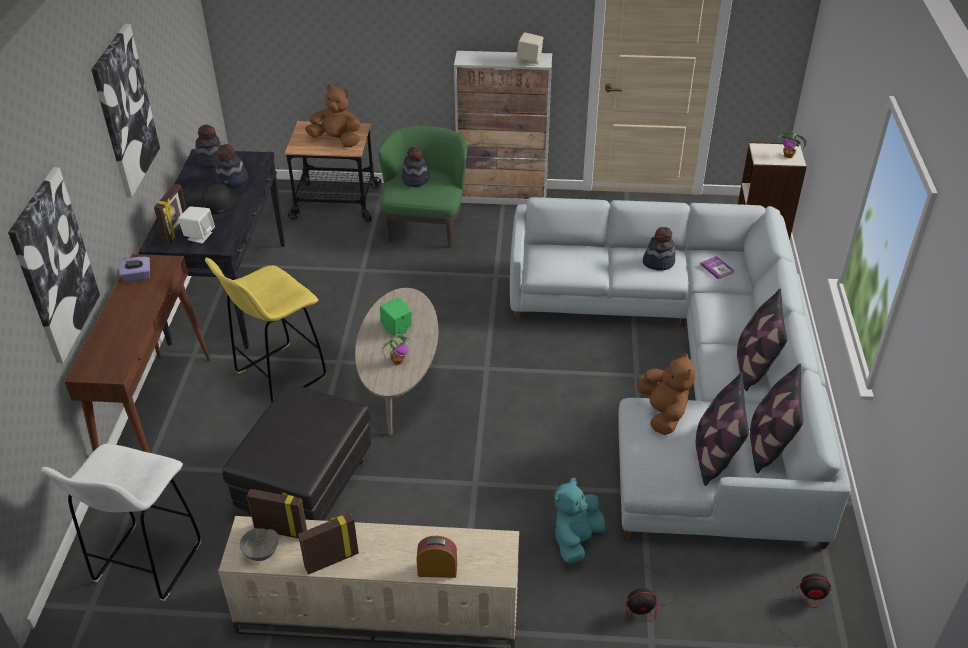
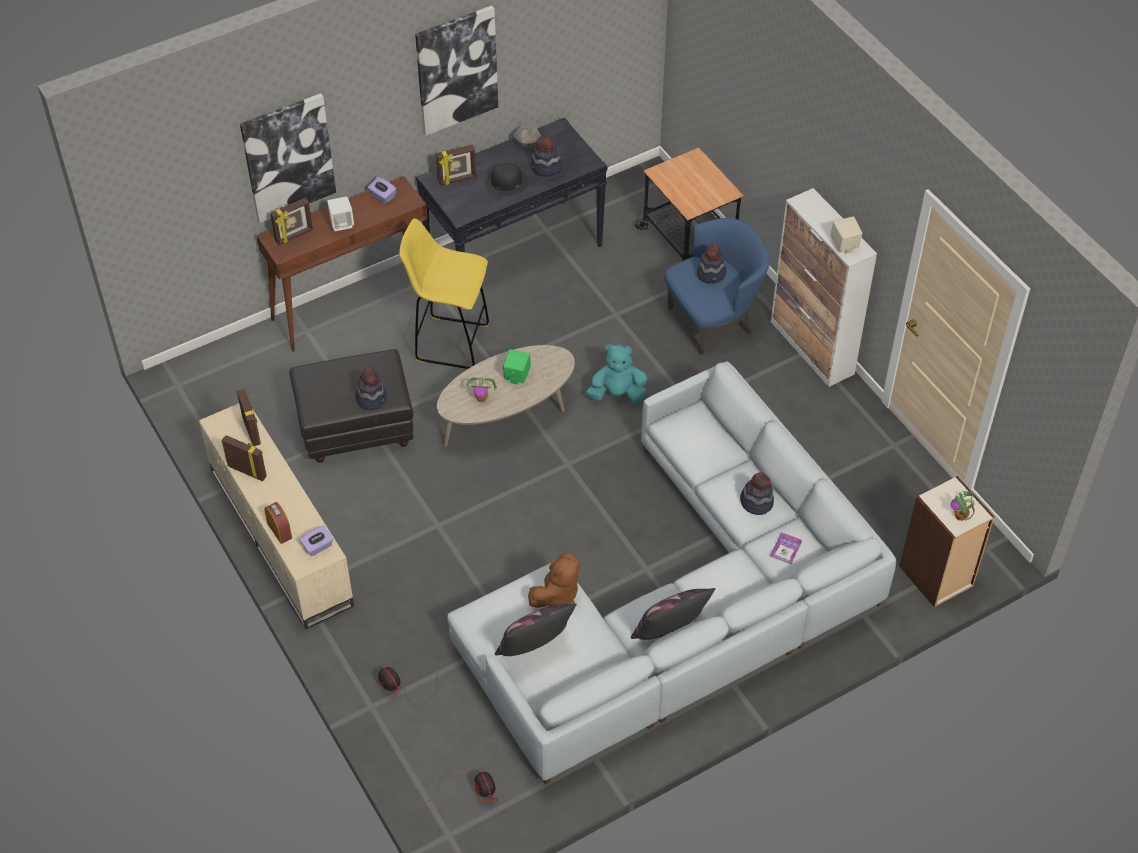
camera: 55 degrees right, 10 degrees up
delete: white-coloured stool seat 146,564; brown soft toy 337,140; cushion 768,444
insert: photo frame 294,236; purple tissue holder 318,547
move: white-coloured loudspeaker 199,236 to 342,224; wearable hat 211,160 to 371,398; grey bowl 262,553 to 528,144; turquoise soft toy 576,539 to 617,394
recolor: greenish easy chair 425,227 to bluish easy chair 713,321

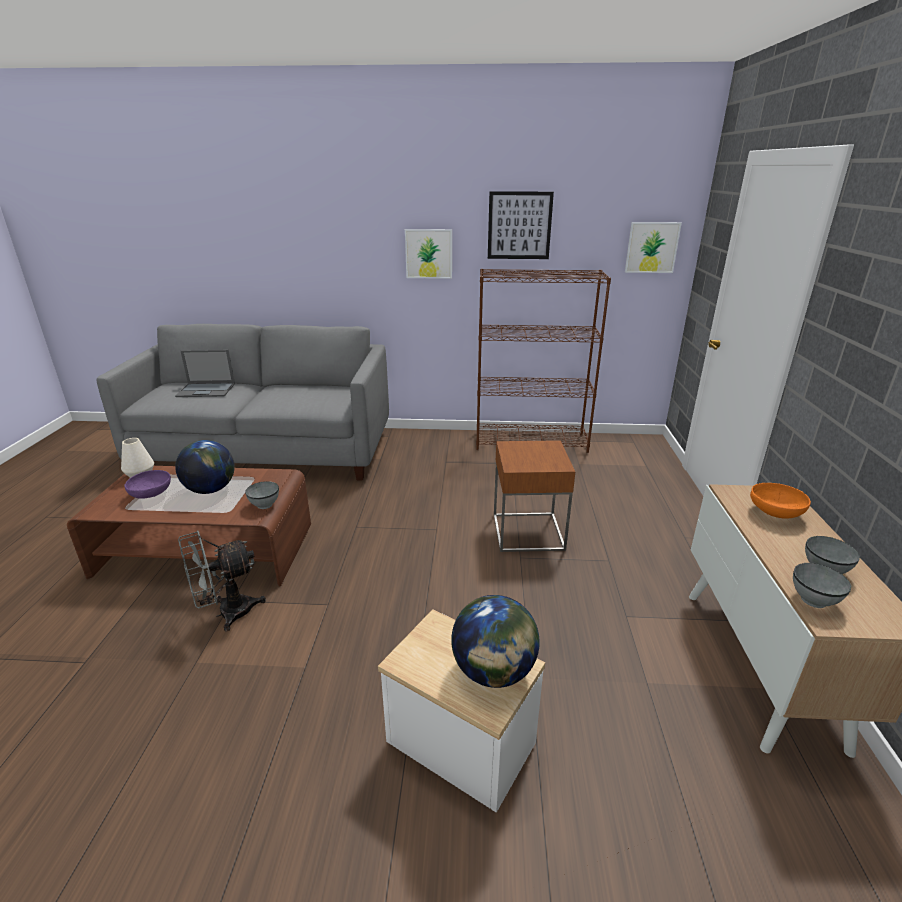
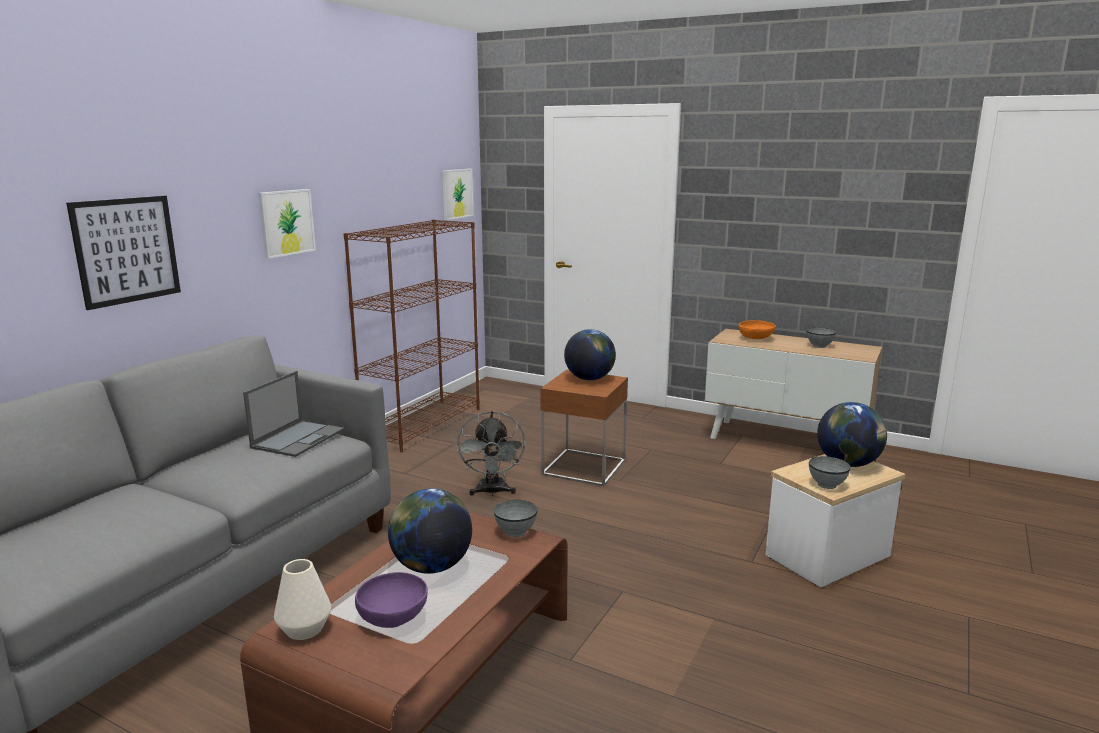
camera: 65 degrees left, 10 degrees down
insert: desk globe 589,379
move: portable computer 207,390 to 298,438; grey electric fan 226,613 to 492,492; picture 519,225 to 126,250; grey bowl 813,600 to 826,485

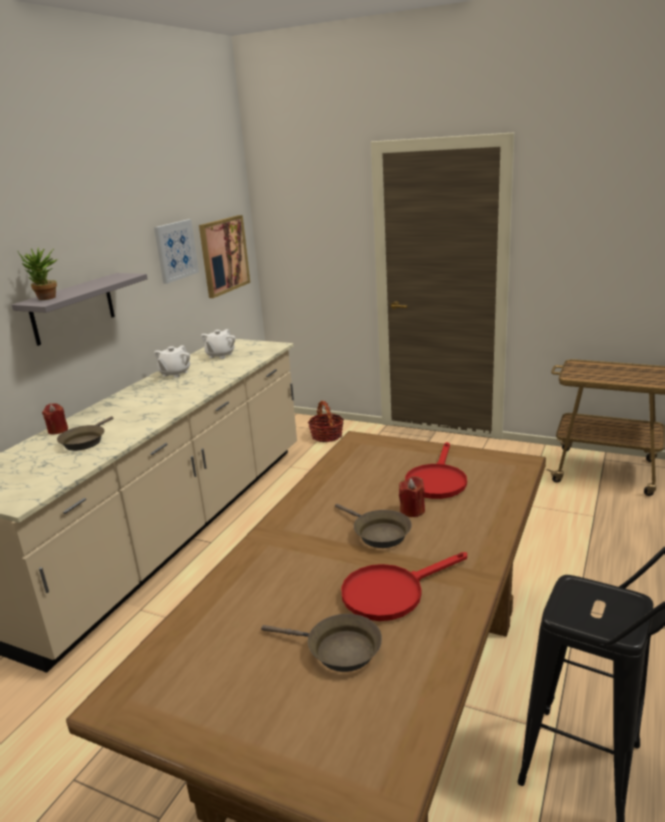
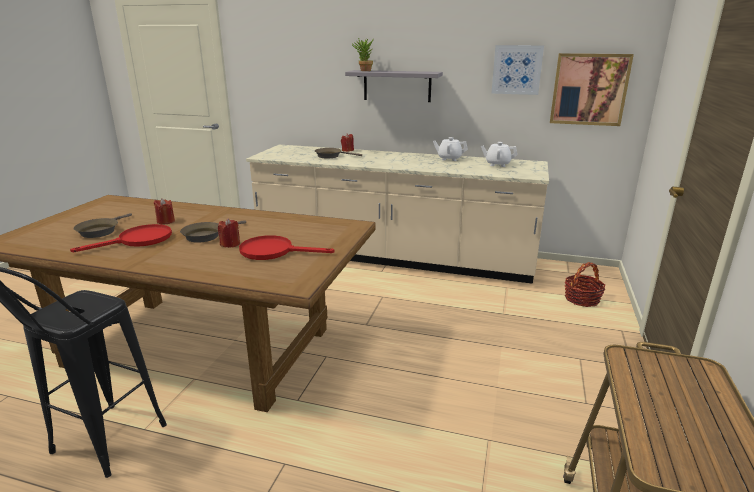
camera: 80 degrees right, 0 degrees up
insert: reddish wax light 166,221
rotate: reddish pan 391,592 = 138,240 90 degrees clockwise

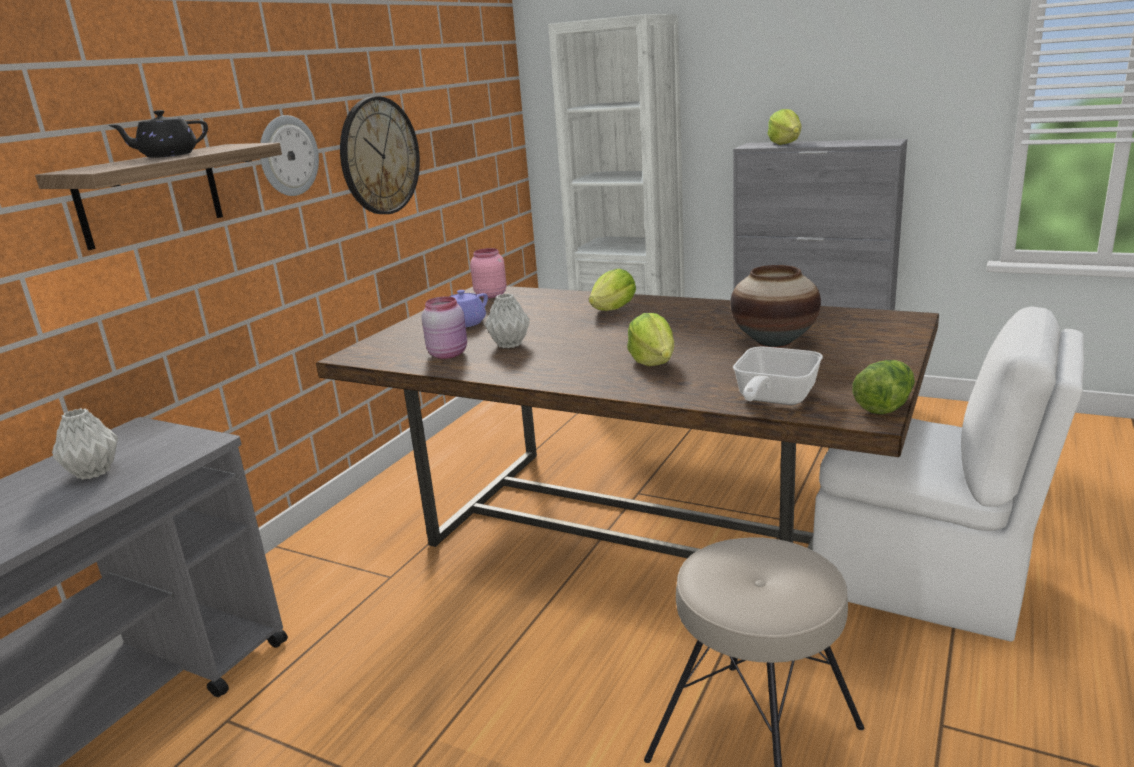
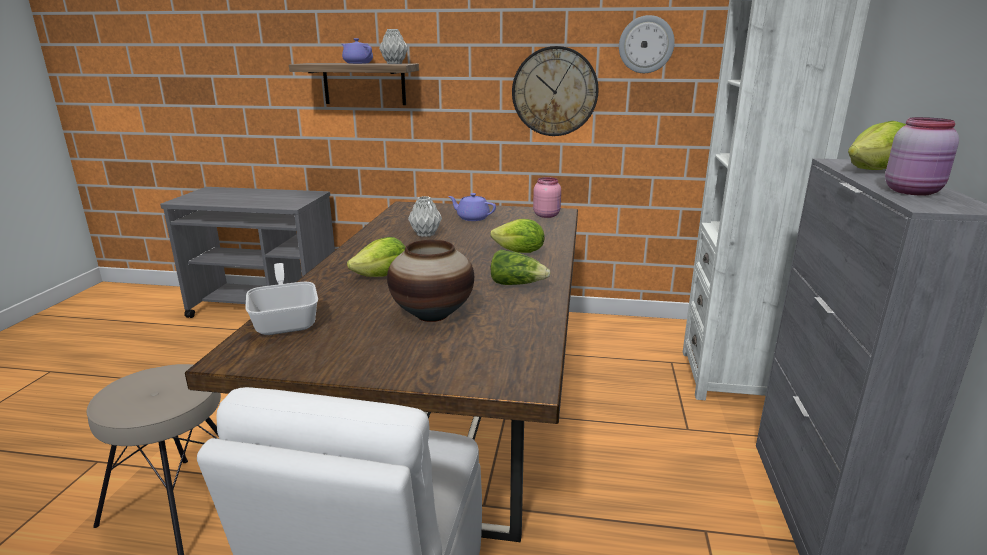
camera: 70 degrees right, 0 degrees up
move: grey flower vase 94,472 to 395,63; clock on the wall 288,156 to 646,44; pink-coloured jar 449,354 to 914,191; lettuce 884,404 to 517,284
recolor: black teapot 167,156 to purple teapot 357,63
rotate: pan 772,399 = 286,320 60 degrees clockwise

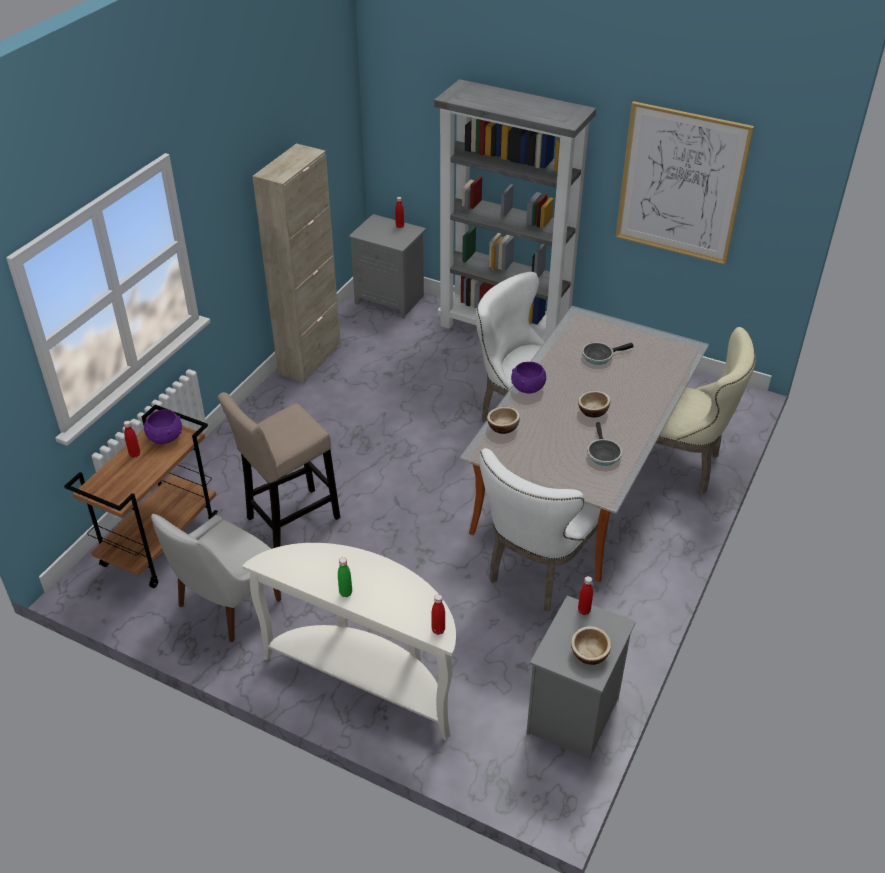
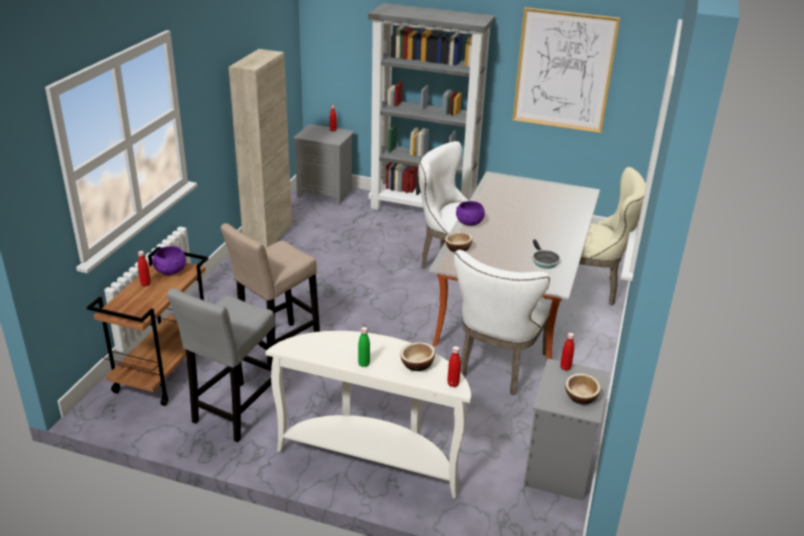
camera: 10 degrees left, 10 degrees down
delete: pan 599,356
move: bowl 593,411 to 417,364
replace: white-coloured plain chair 226,605 to grey stool seat 234,413

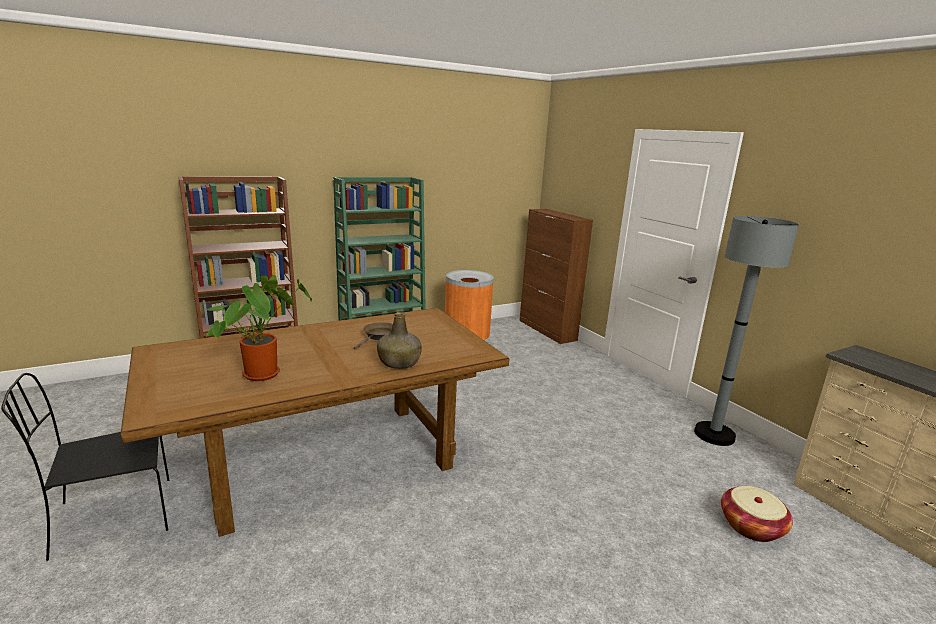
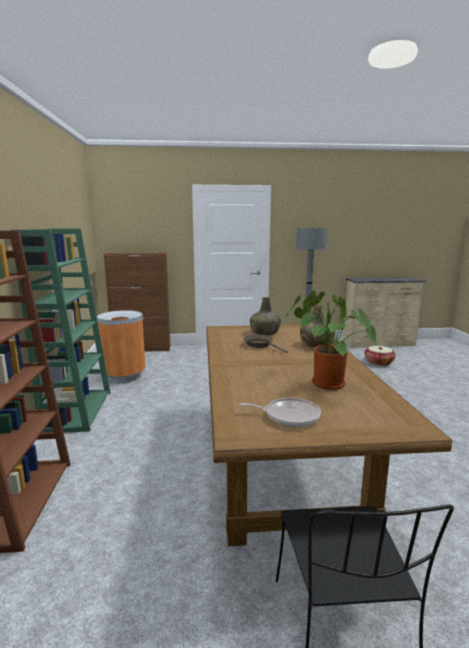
camera: 65 degrees left, 5 degrees down
insert: pan 289,416; greenish bottle 265,333

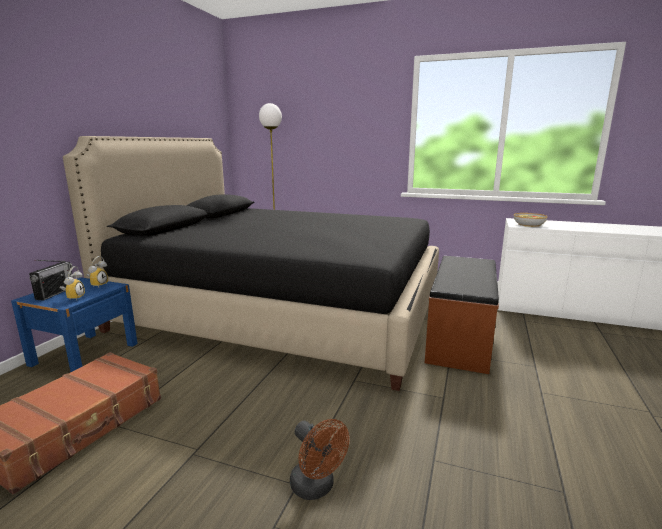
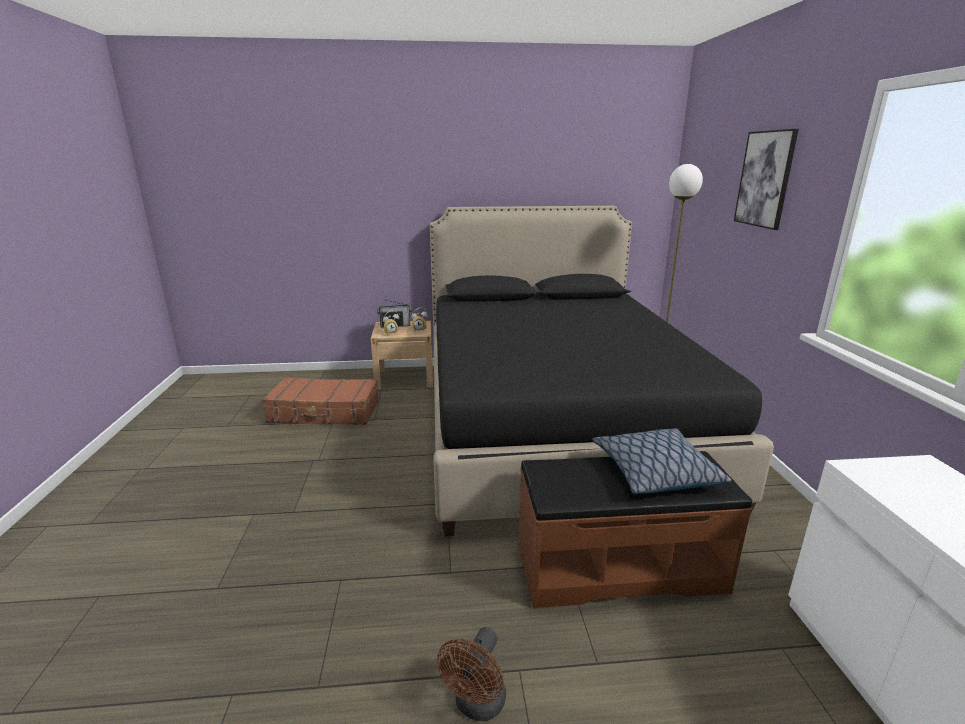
camera: 65 degrees right, 5 degrees up
delete: bowl 529,224
insert: cushion 654,472; picture 765,179
move: brown electric fan 317,488 to 477,705
recolor: bluish nightstand 85,354 to beige nightstand 405,378

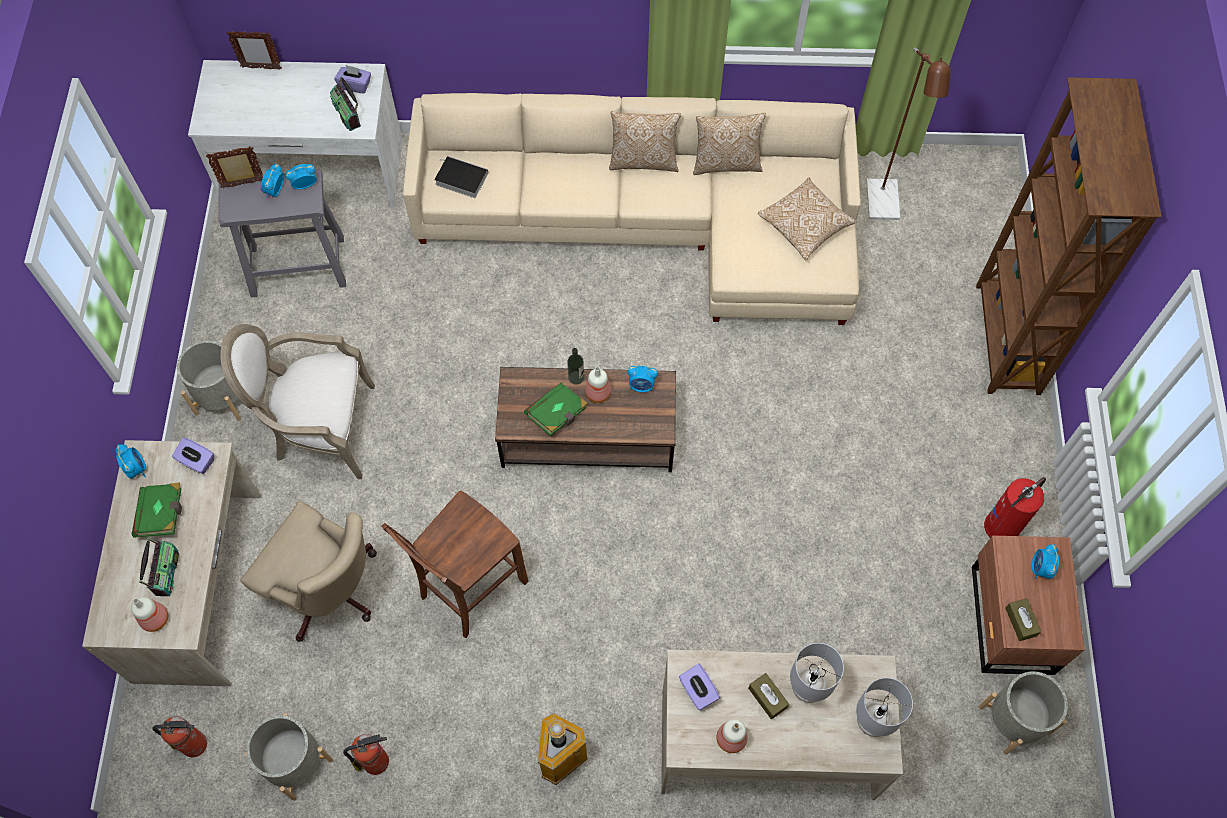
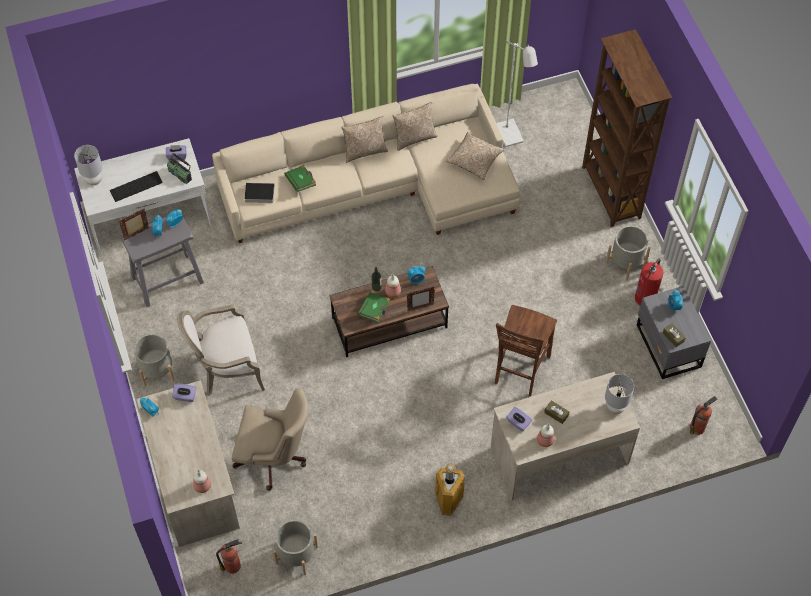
camera: 20 degrees left, 5 degrees down
delete: radio 165,572
insert: keyboard 136,185
move: greenish volume 162,514 to 301,182; photo frame 261,68 to 420,307; fire extinguisher 377,761 to 698,427; brown plain chair 470,589 to 520,370; grey lamp for a table 808,688 to 94,180; grey flower pot 1014,720 to 626,263
recolor: brown floor lamp 883,208 to white-coloured floor lamp 511,138; brown nightstand 1009,621 to grey nightstand 667,347

